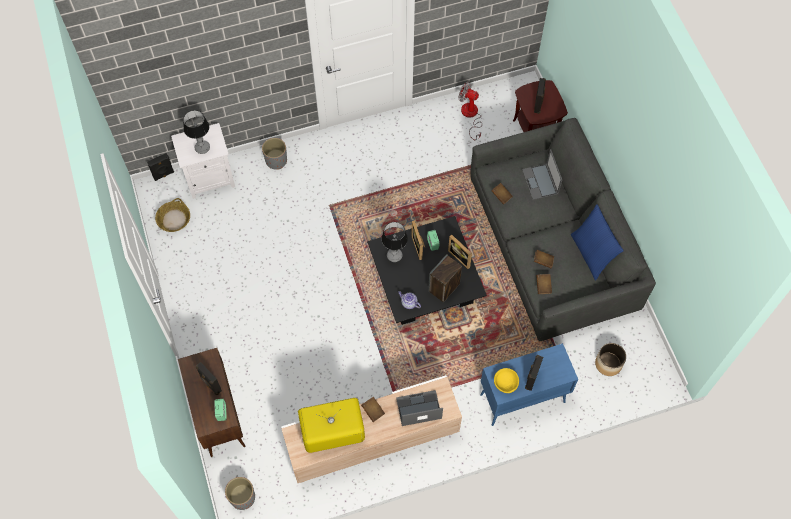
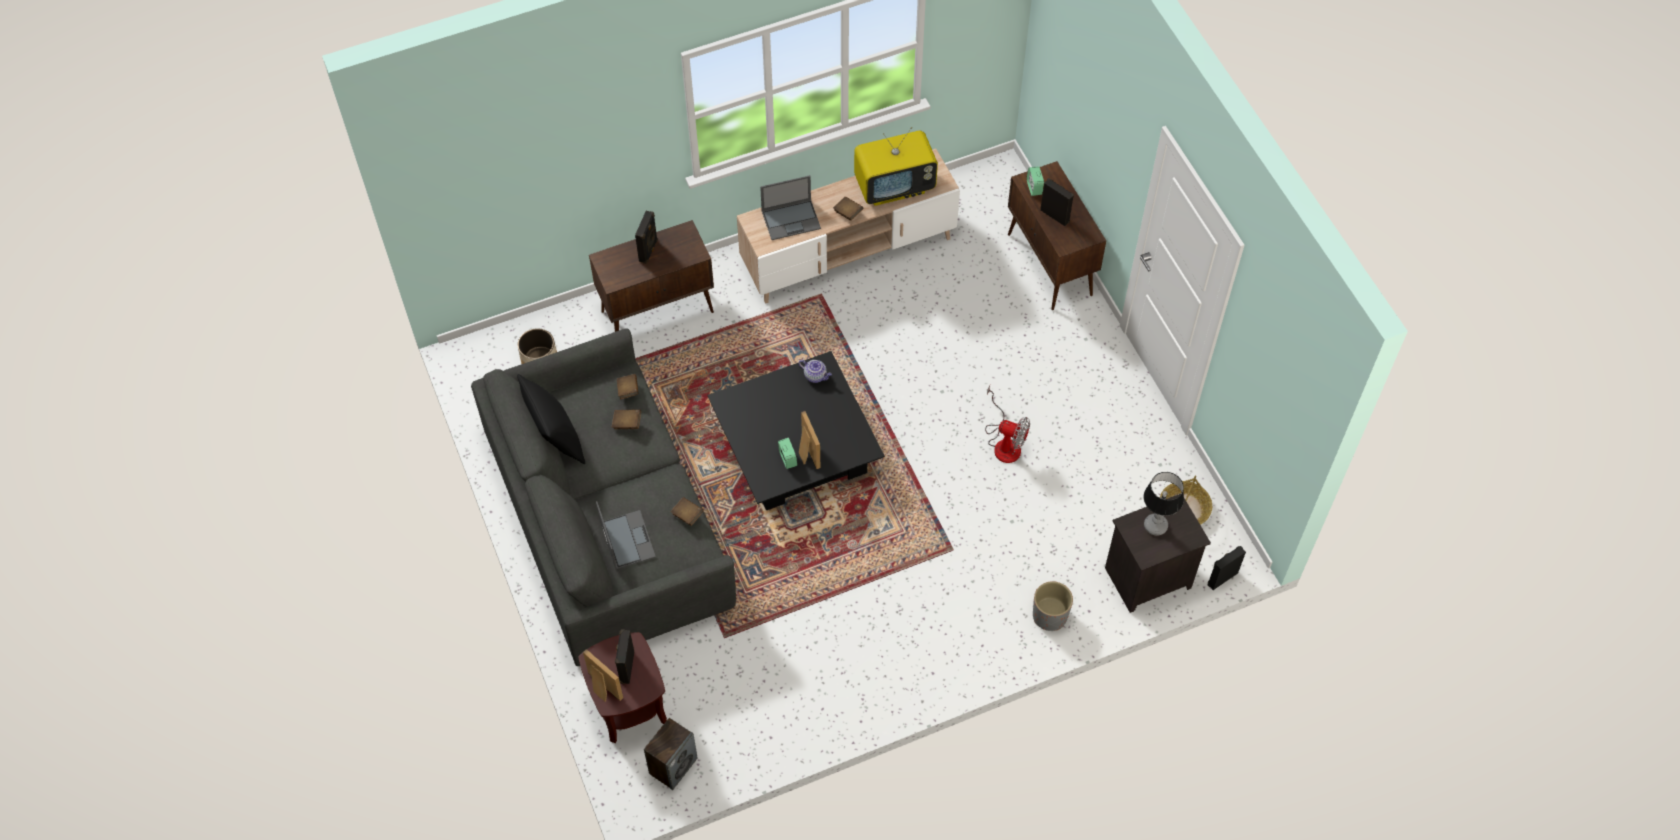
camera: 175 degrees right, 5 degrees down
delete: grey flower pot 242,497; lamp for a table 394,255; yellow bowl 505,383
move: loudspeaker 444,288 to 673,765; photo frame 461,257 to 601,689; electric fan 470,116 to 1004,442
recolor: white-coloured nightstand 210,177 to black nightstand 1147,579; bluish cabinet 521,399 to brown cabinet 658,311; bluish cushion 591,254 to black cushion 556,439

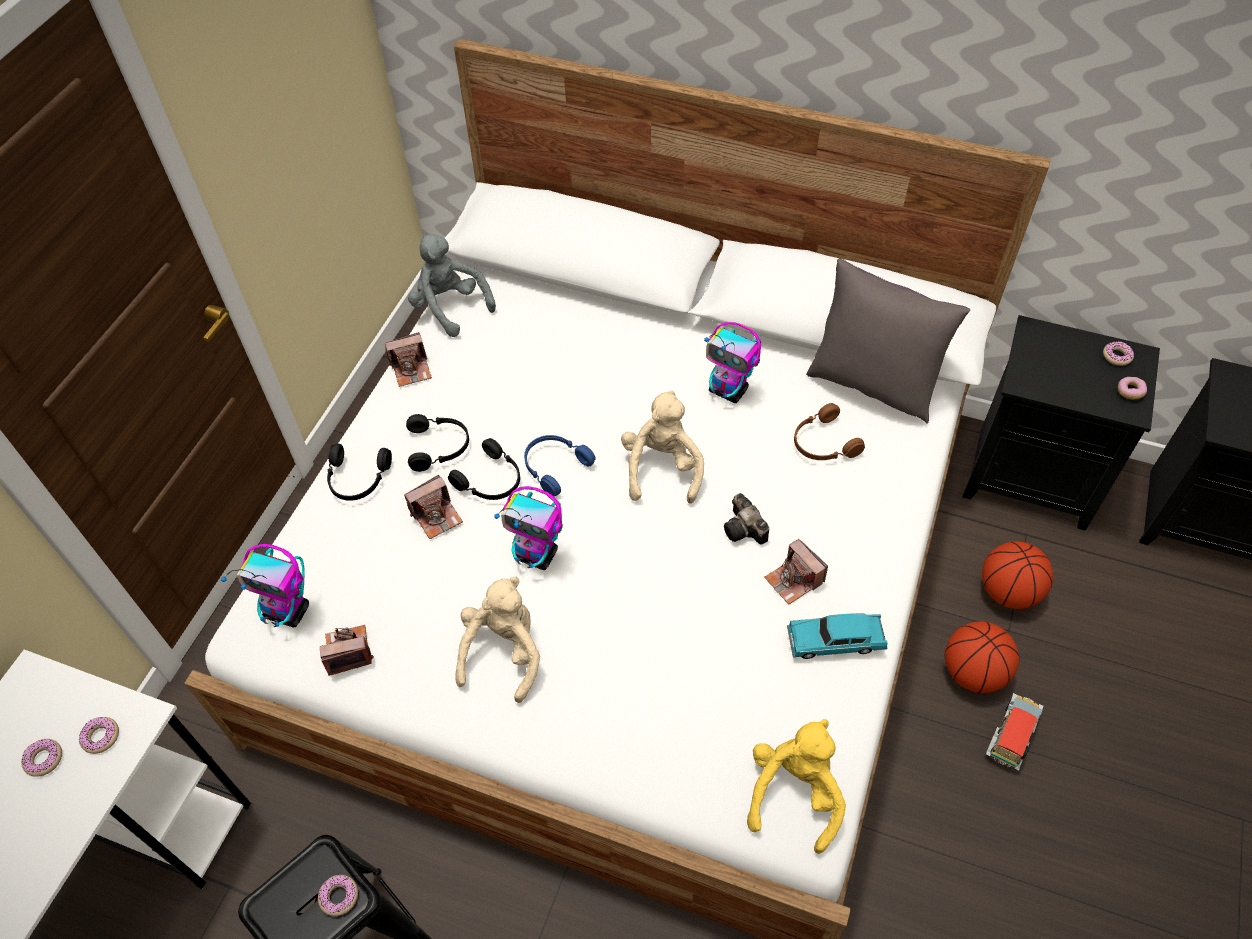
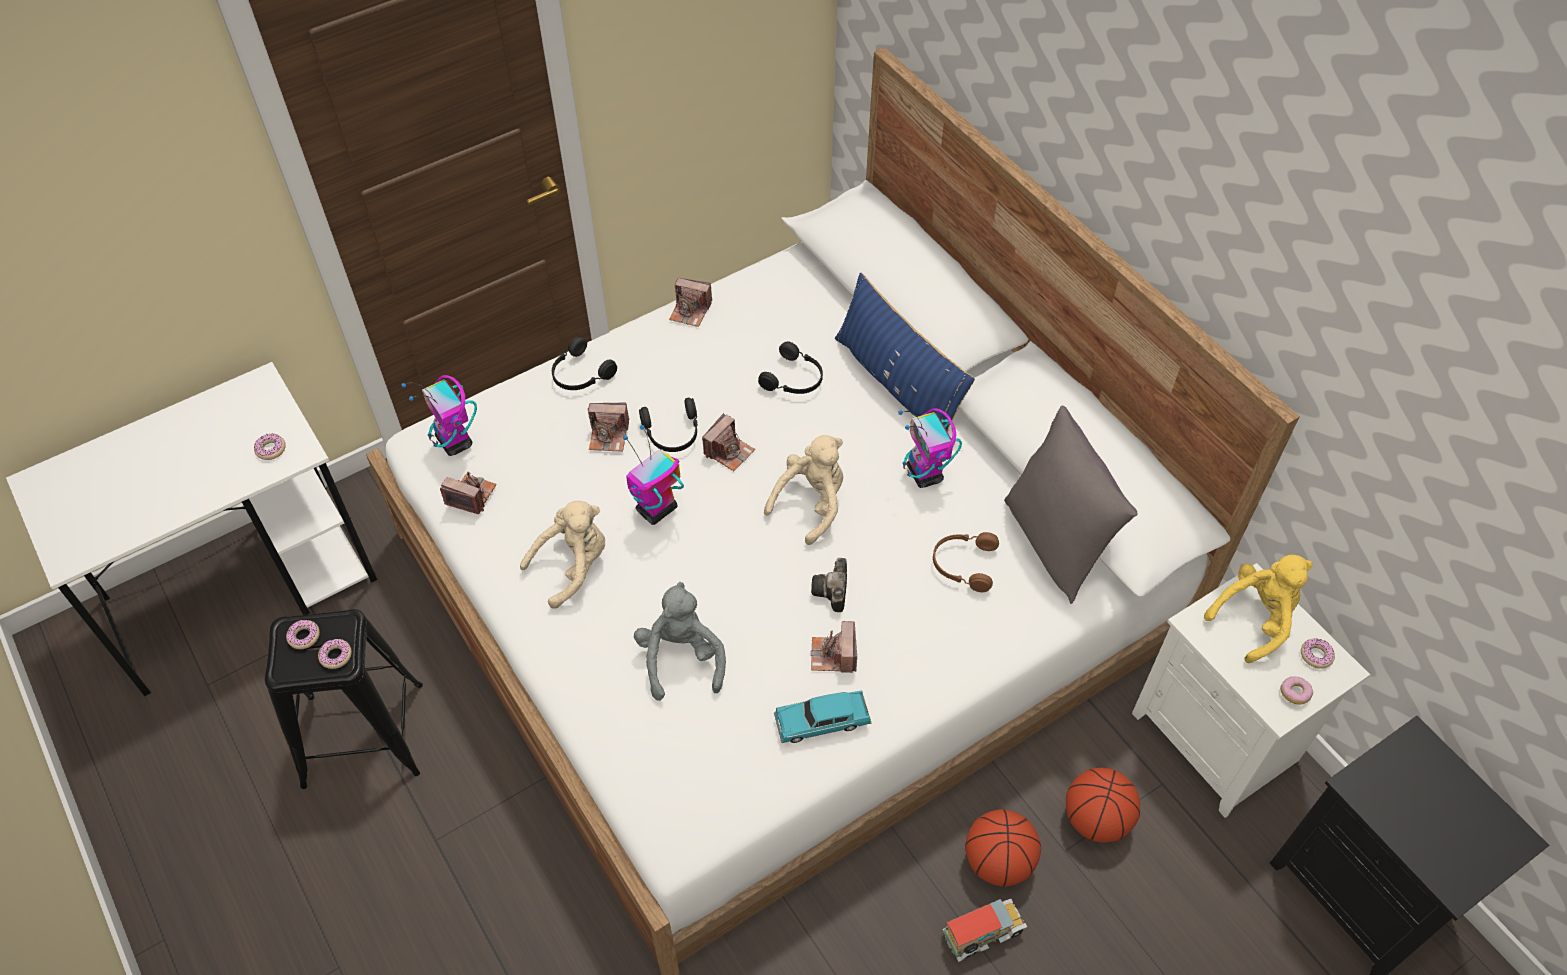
camera: 35 degrees right, 0 degrees up
insert: bluish cushion 897,384
move: doughnut 44,759 to 304,636; black headset 439,447 to 794,379; grey soft toy 450,307 to 681,658; yellow soft toy 795,792 to 1255,619
replace: bluish headset 554,467 to photo camera 728,451
recolor: black nightstand 1032,477 to white-coloured nightstand 1219,739
rotate: model robot 537,555 = 656,510 75 degrees clockwise; turquoise model car 835,641 = 822,722 45 degrees counterclockwise

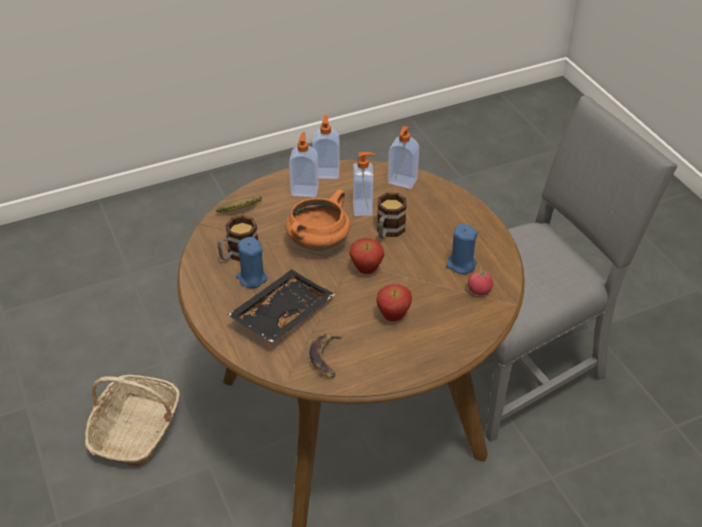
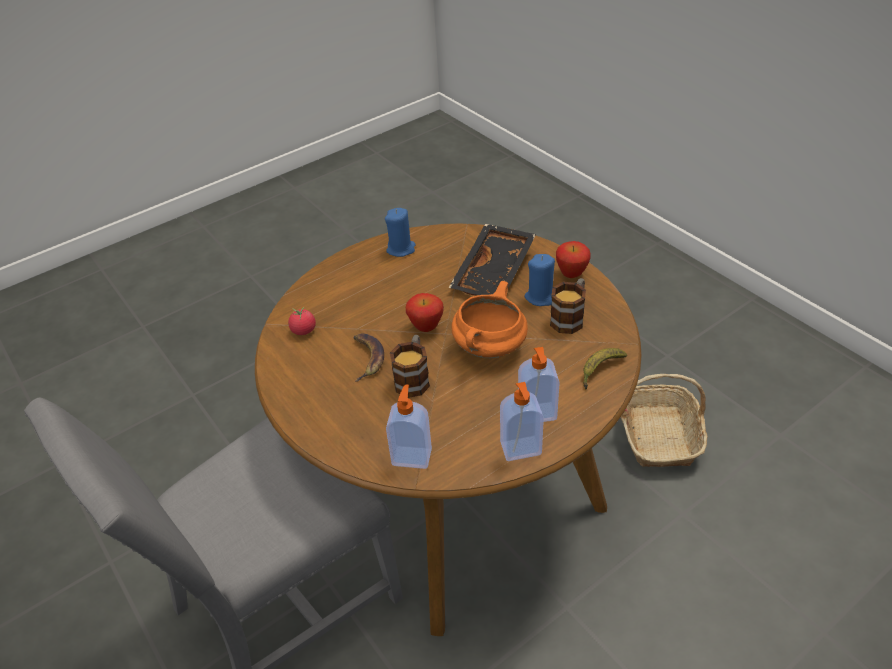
camera: 170 degrees right, 0 degrees up
delete: soap bottle 363,207
move: whole banana 326,358 to 367,358; apple 393,317 to 571,275; bluish wax light 461,264 to 401,249

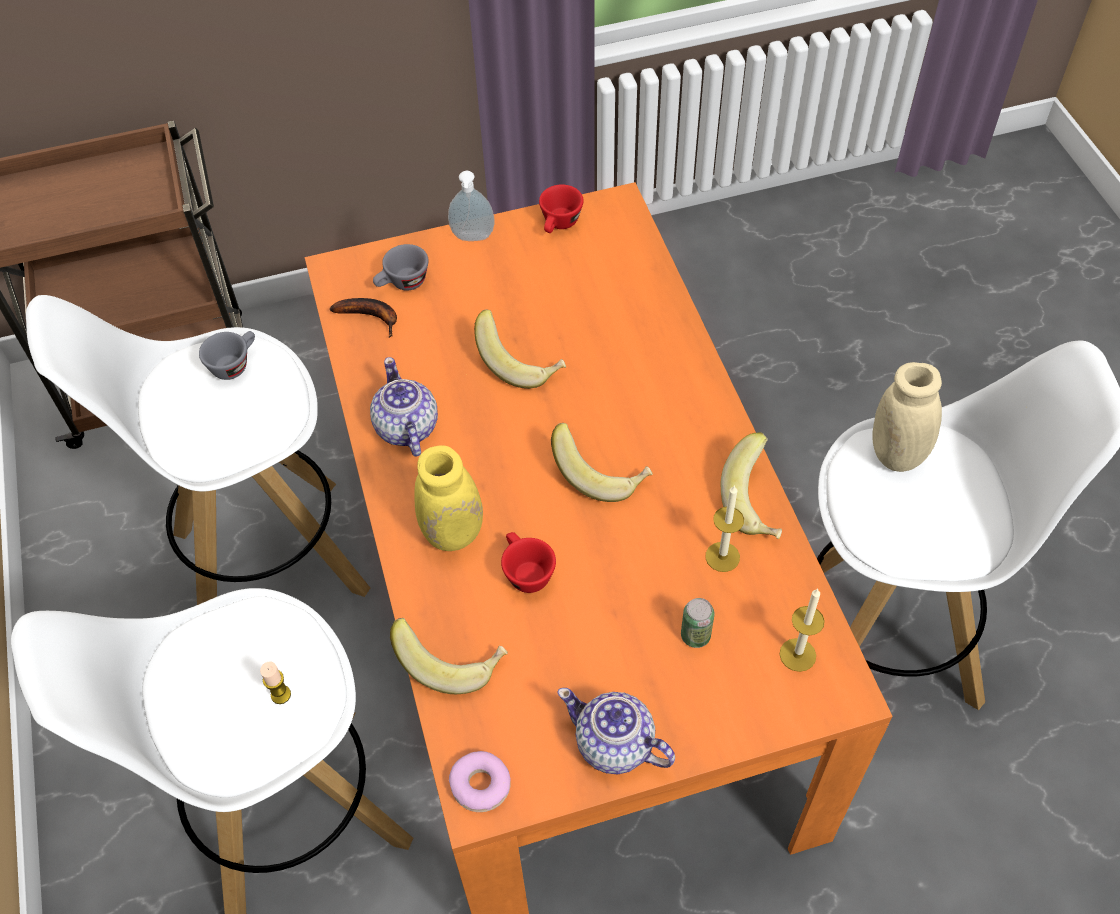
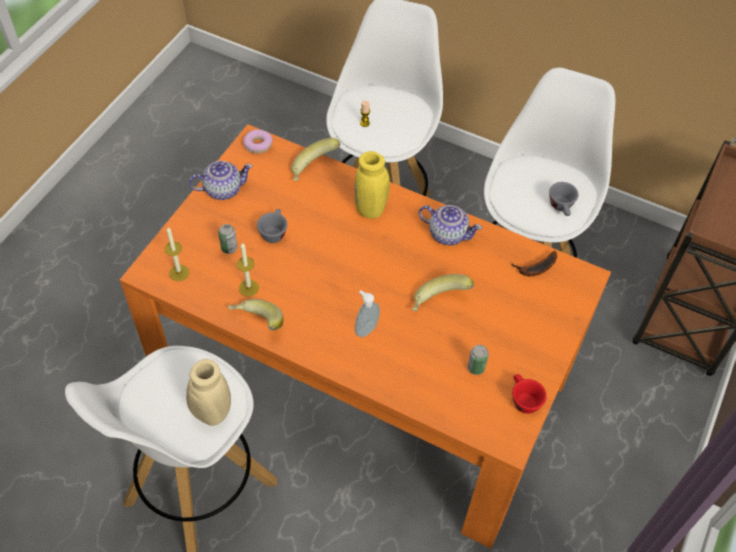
camera: 130 degrees right, 0 degrees up
delete: reddish small cup 525,572; whole banana 601,474
insert: can 476,368
move: grey small cup 403,284 to 273,232; soap bottle 473,238 to 365,328

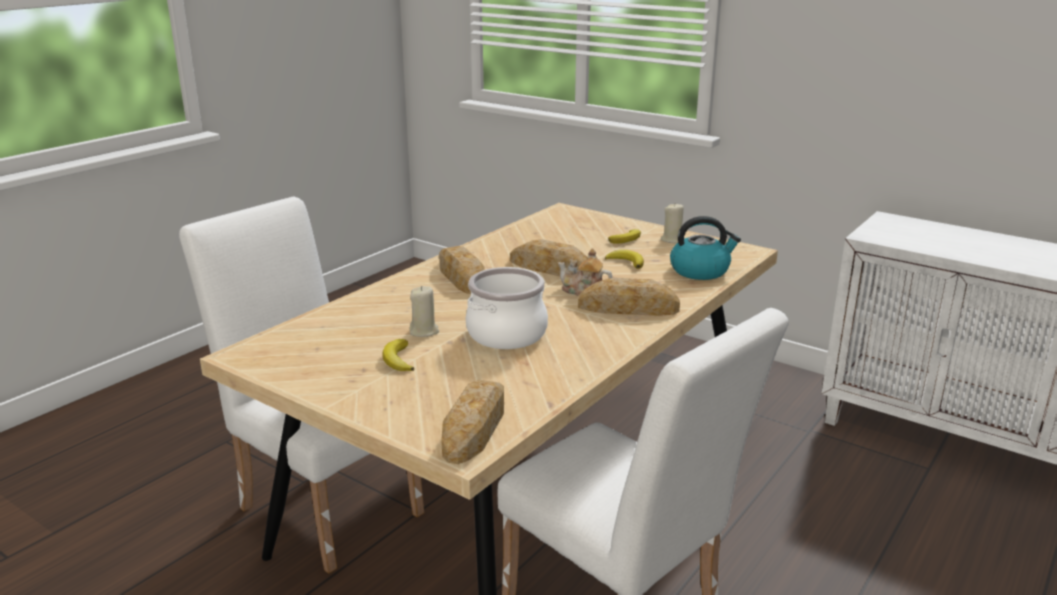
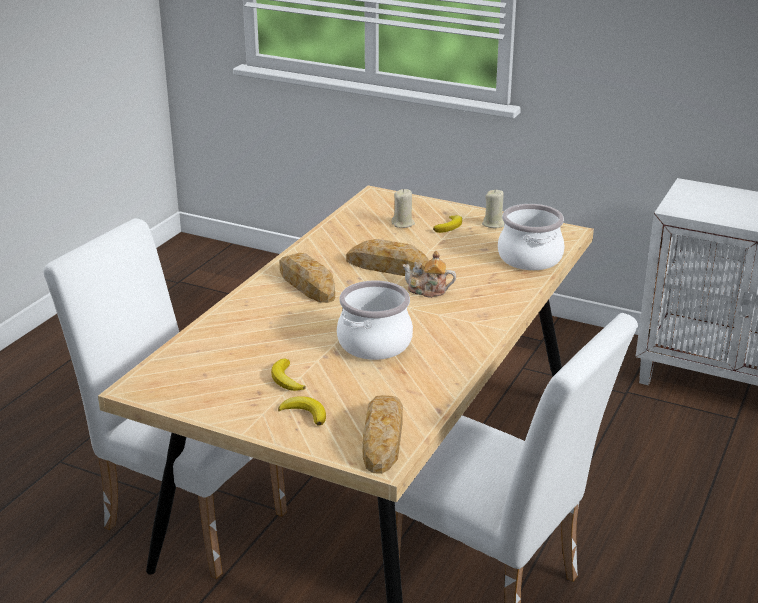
camera: 10 degrees left, 5 degrees up
delete: baked bread 628,308
move: beige wax light 424,331 to 403,224; whole banana 626,262 to 305,413
replace: kettle 700,271 to cooking pot 529,258

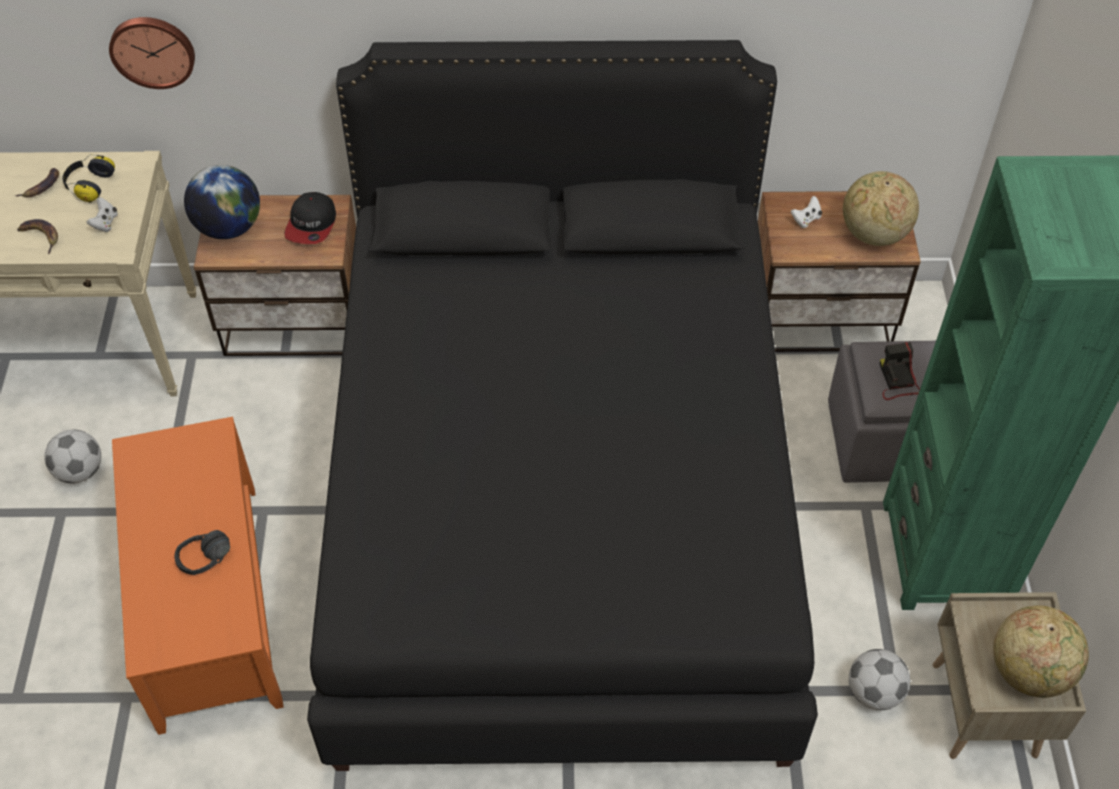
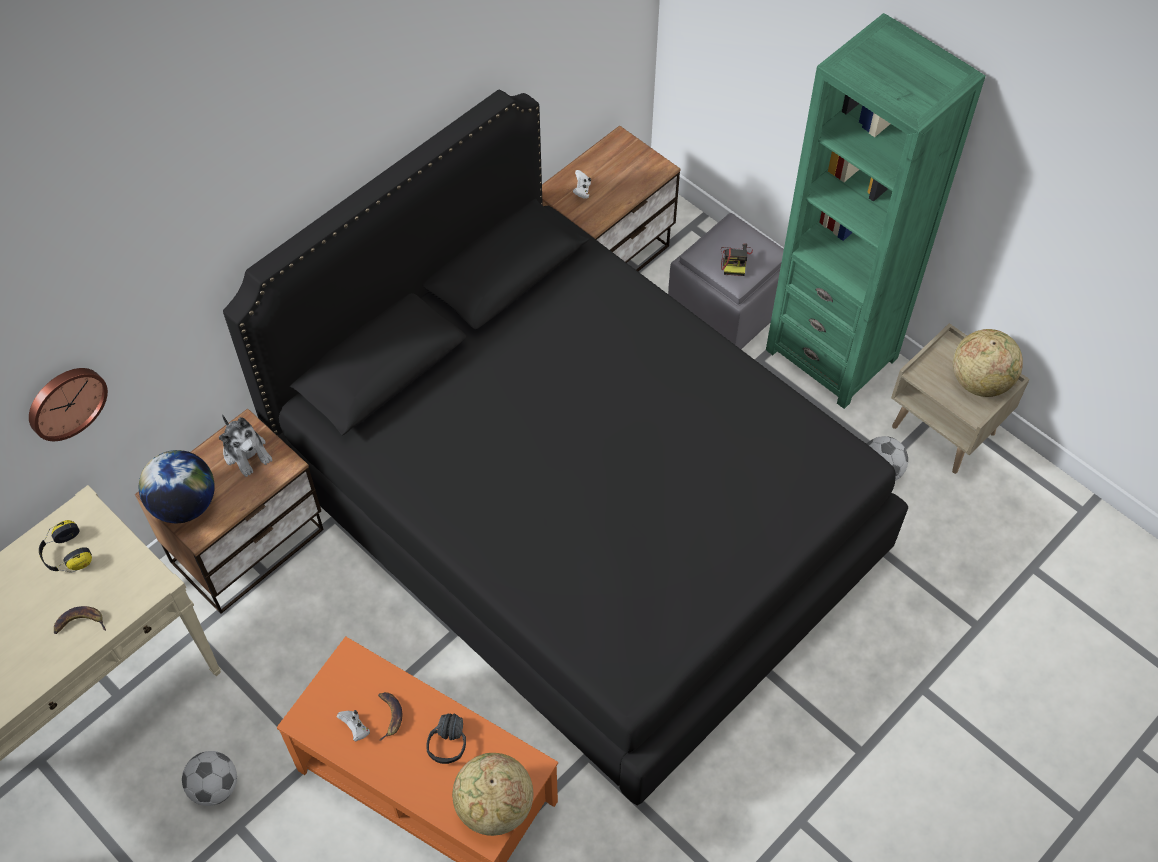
camera: 45 degrees left, 5 degrees up
move: whole banana 42,187 to 390,716; white-coloured game controller 105,223 to 355,728; desk globe 873,234 to 494,807
replace: baseball cap 311,224 to soft toy 246,452
rotate: photo camera 897,381 = 735,260 120 degrees counterclockwise

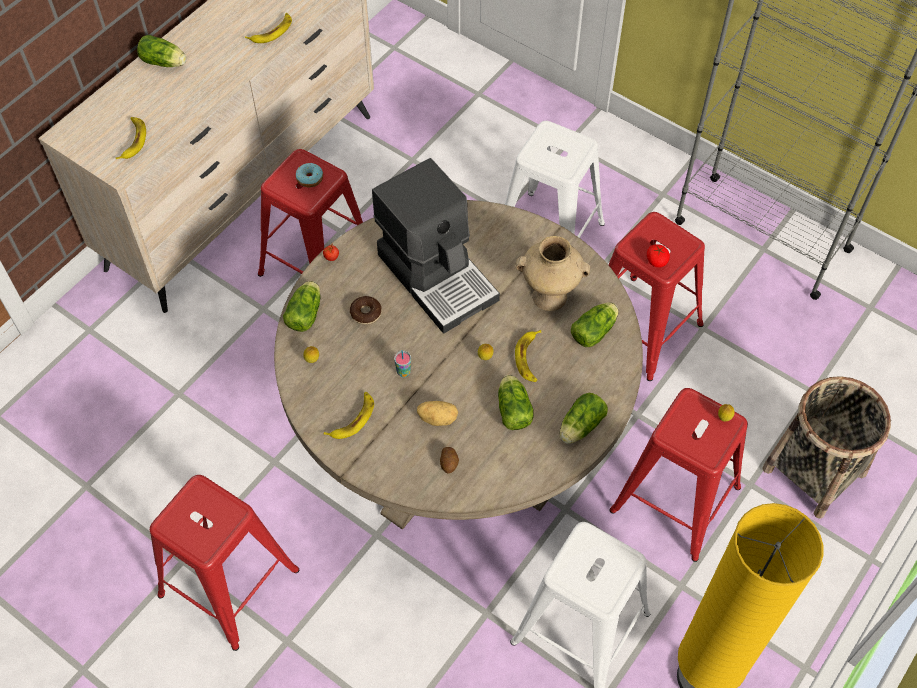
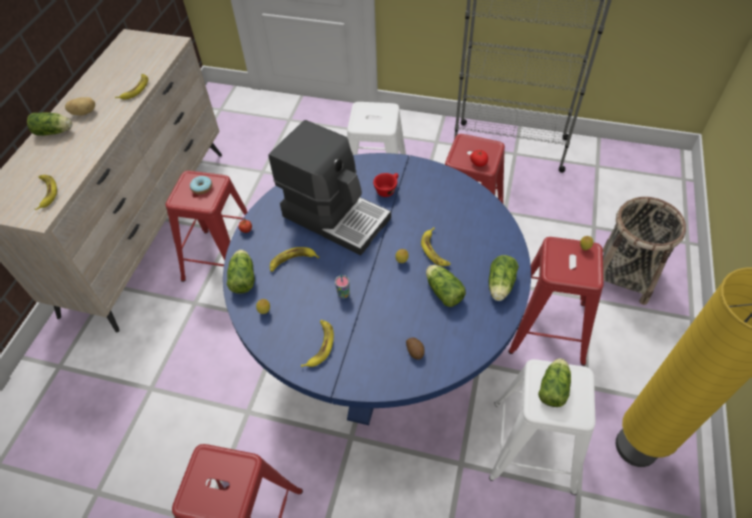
camera: 20 degrees left, 5 degrees down
delete: beige flower vase 550,296
insert: reddish small cup 387,189
move: potato 438,418 to 84,112; lettuce 595,330 to 553,387
replace: doughnut 366,313 to whole banana 292,261
recolor: beige dining table 458,441 to bluish dining table 380,344

